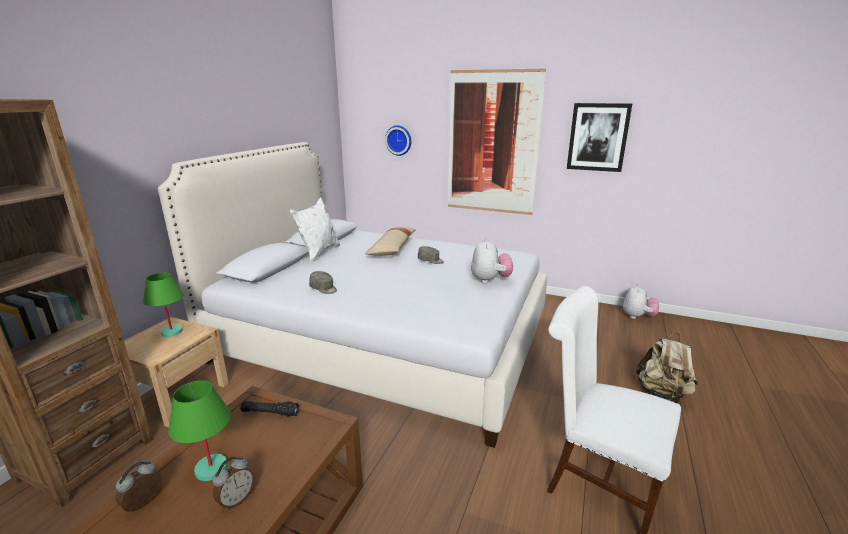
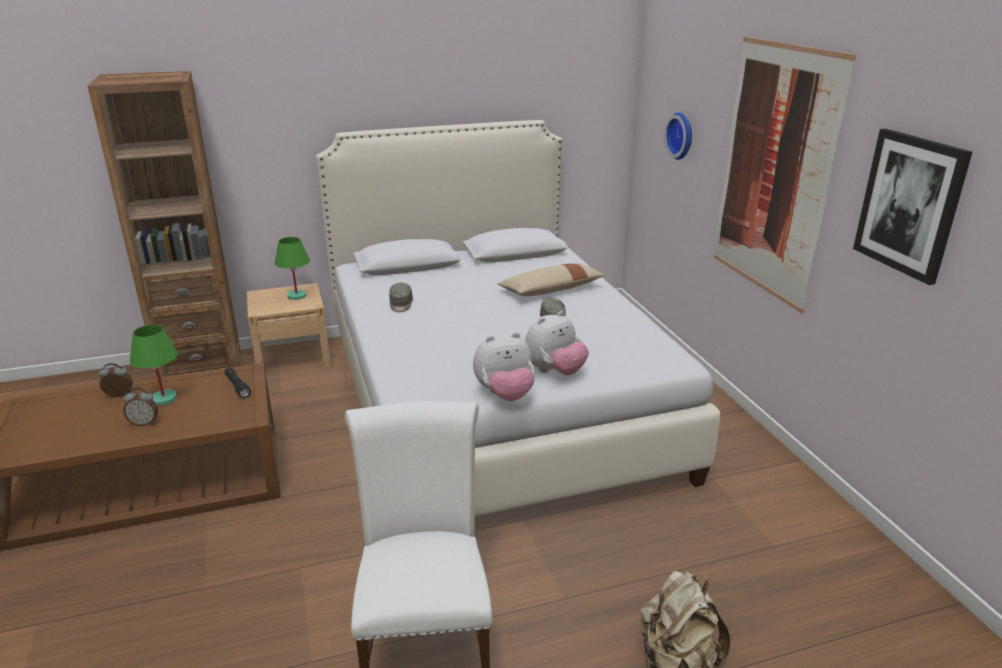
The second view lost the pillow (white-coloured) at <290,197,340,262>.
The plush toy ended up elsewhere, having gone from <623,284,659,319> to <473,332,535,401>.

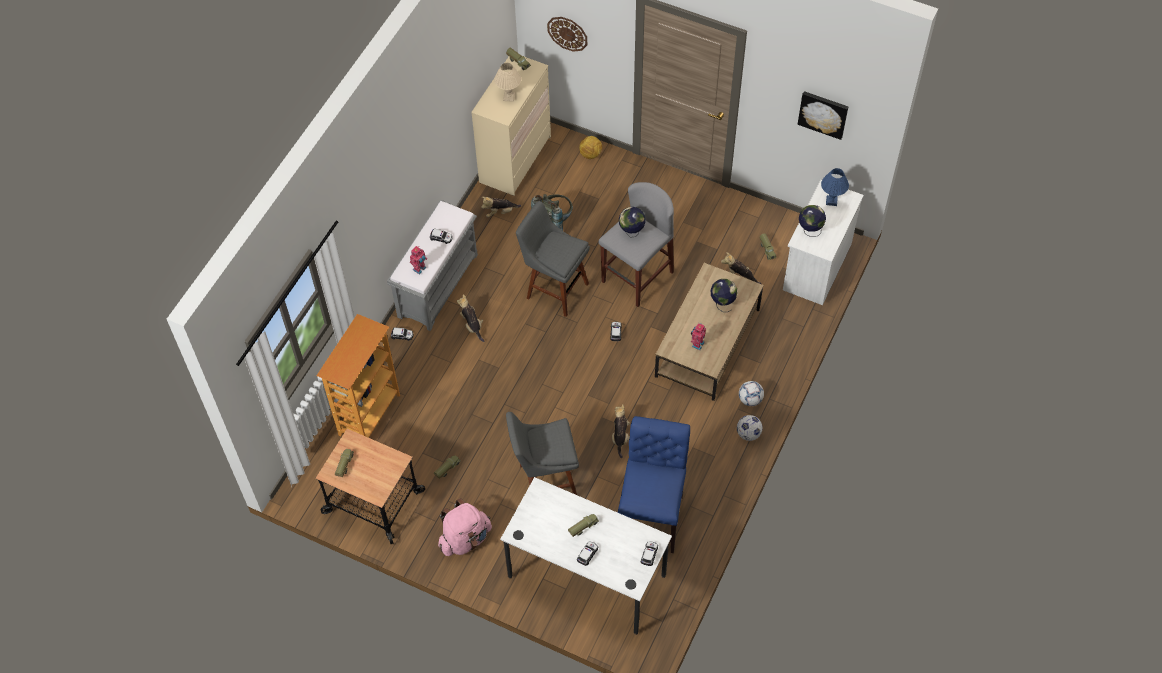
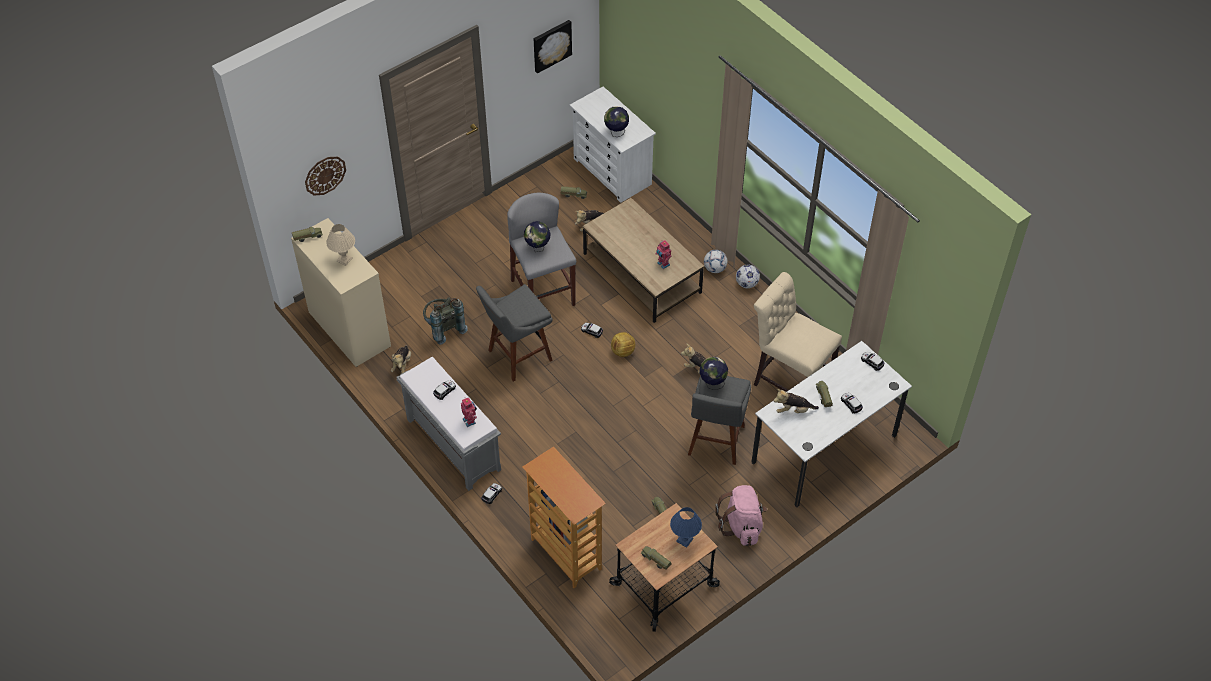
The plush toy ended up elsewhere, having gone from <457,294,484,342> to <774,389,819,413>.
The football ended up elsewhere, having gone from <579,136,602,159> to <611,332,635,357>.
What was the chair (blue) at <618,416,690,553> turned into the chair (beige-coloured) at <754,272,842,392>.
The desk globe ended up elsewhere, having gone from <711,279,737,312> to <700,357,728,390>.
The tabletop lamp (blue) ended up elsewhere, having gone from <821,168,849,206> to <670,507,702,548>.

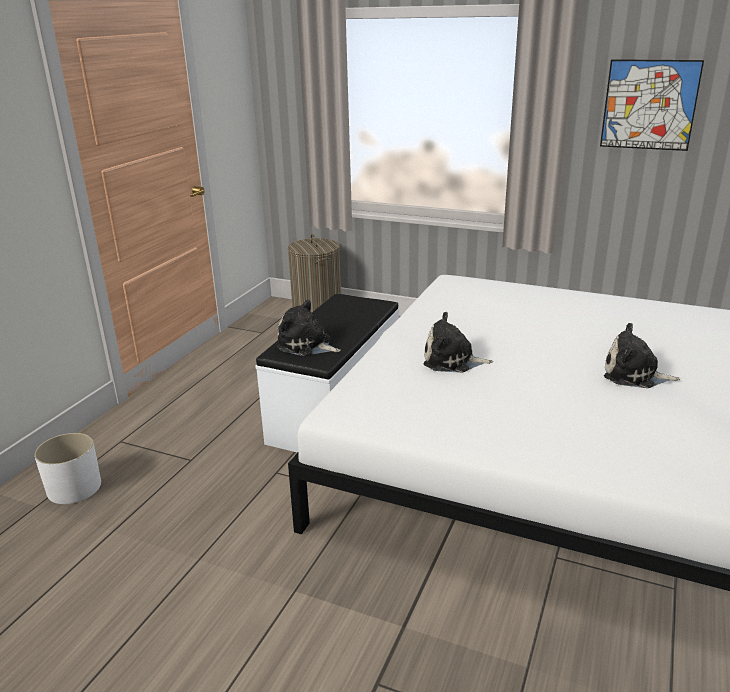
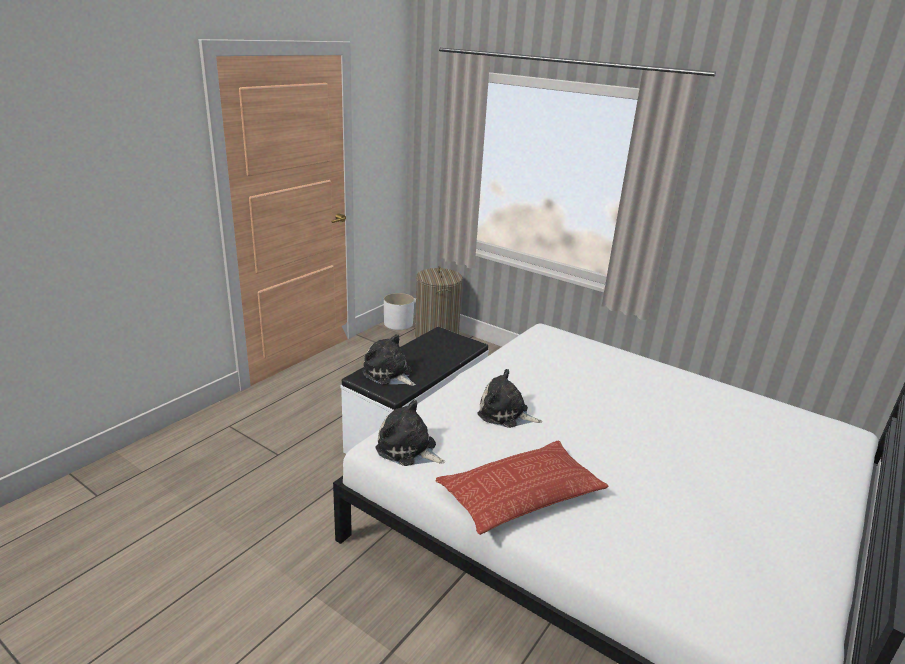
The flower pot (white-coloured) ended up elsewhere, having gone from <34,433,101,504> to <384,293,414,330>.
The second view lost the wall picture at <600,59,704,151>.
The plush toy ended up elsewhere, having gone from <604,323,680,388> to <375,400,445,466>.
The second view gained the pillow at <435,441,609,535>.

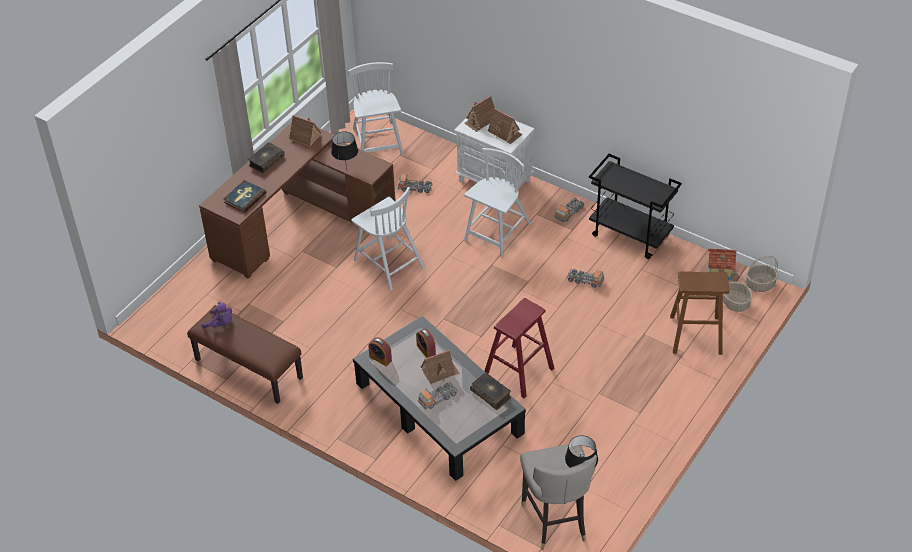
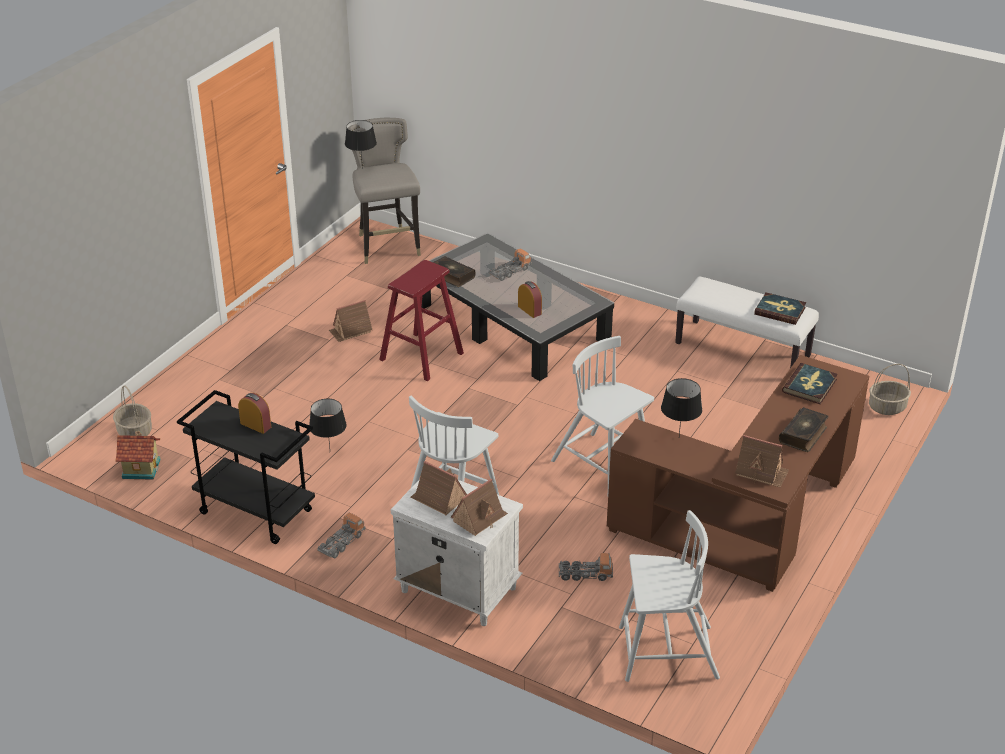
What was the indoor bench (brown-coloured) at <187,305,303,404> turned into the indoor bench (white-coloured) at <675,277,819,368>.
Where the plush toy (purple) stood at <202,302,232,328>, the volume came to stand at <754,292,806,325>.
The chair (white-coloured) at <348,62,404,156> ended up facing another way, 75 degrees counterclockwise from before.
The alarm clock ended up elsewhere, having gone from <368,337,392,366> to <238,393,271,434>.
The toy house ended up elsewhere, having gone from <421,349,460,384> to <329,300,372,342>.
Where the model truck stood at <566,269,604,288>, the tabletop lamp (black) came to stand at <309,399,347,448>.
The second view lost the stool seat (brown-coloured) at <670,271,729,355>.
The storage basket ended up elsewhere, having gone from <746,256,778,292> to <869,364,911,415>.

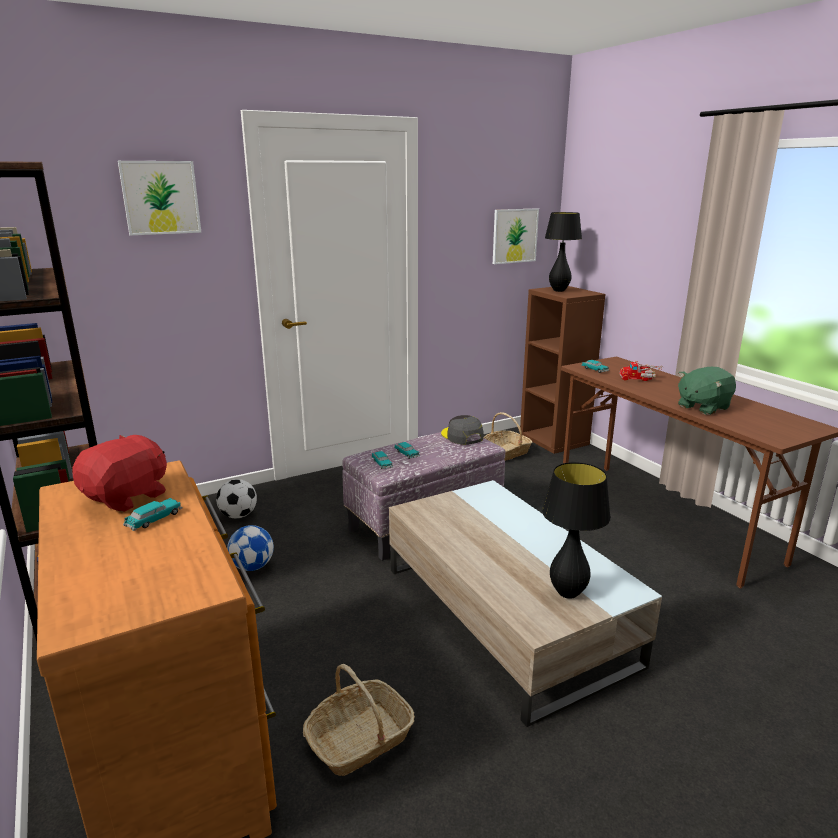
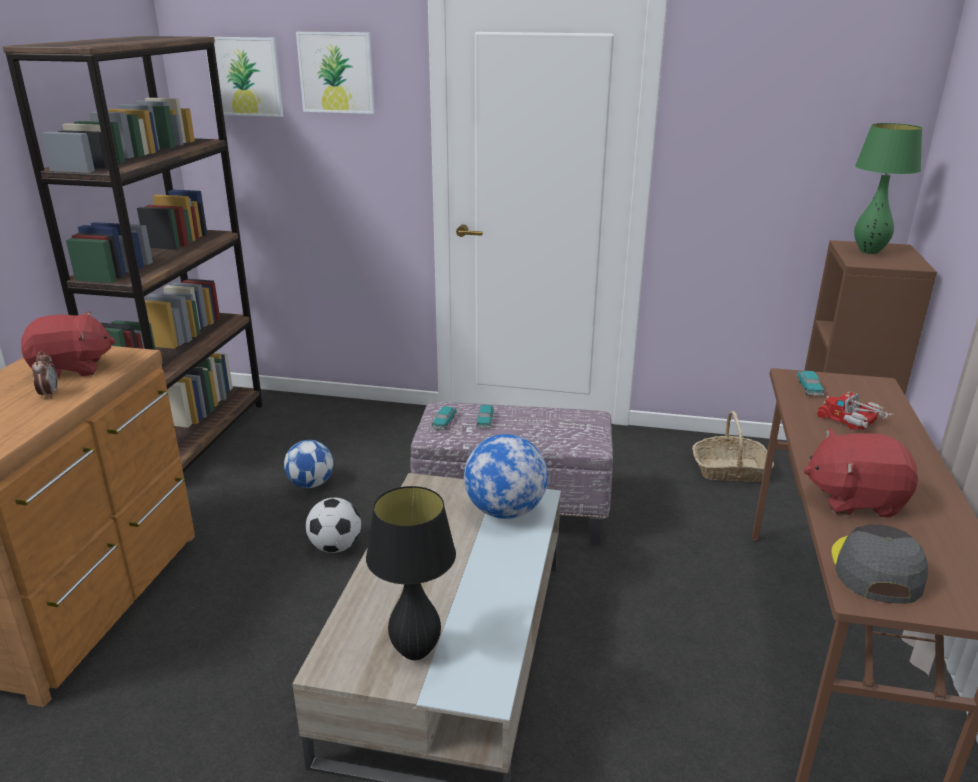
Where the toy car stood at <123,498,183,531>, the alarm clock came to stand at <32,351,58,399>.
The football ended up elsewhere, having gone from <216,479,257,518> to <306,498,361,553>.
The second view lost the storage basket at <303,664,415,776>.
The cap (gray) ended up elsewhere, having gone from <441,415,483,445> to <831,524,928,604>.
The wall picture ended up elsewhere, having gone from <493,208,539,264> to <206,37,283,117>.
What was the tabletop lamp (black) at <545,212,582,292> turned into the tabletop lamp (green-coloured) at <854,123,922,254>.
What was the plush toy (green-coloured) at <678,367,736,415> turned into the plush toy (red) at <804,428,918,518>.
The second view gained the desk globe at <464,434,548,519>.

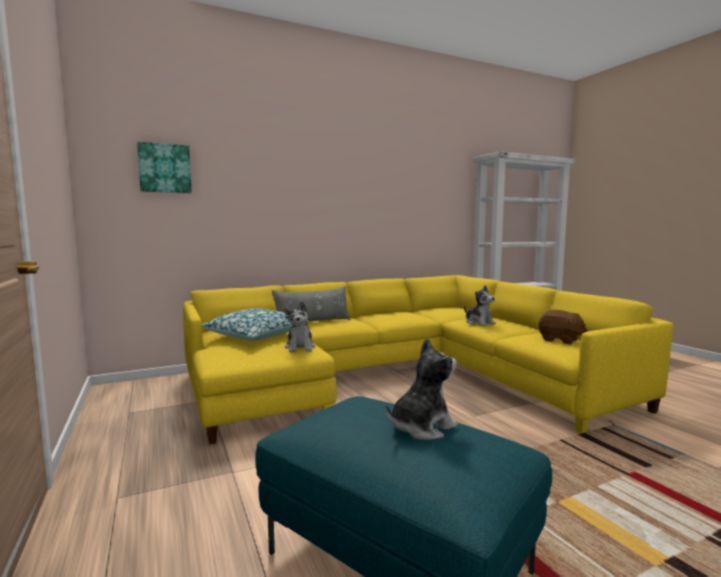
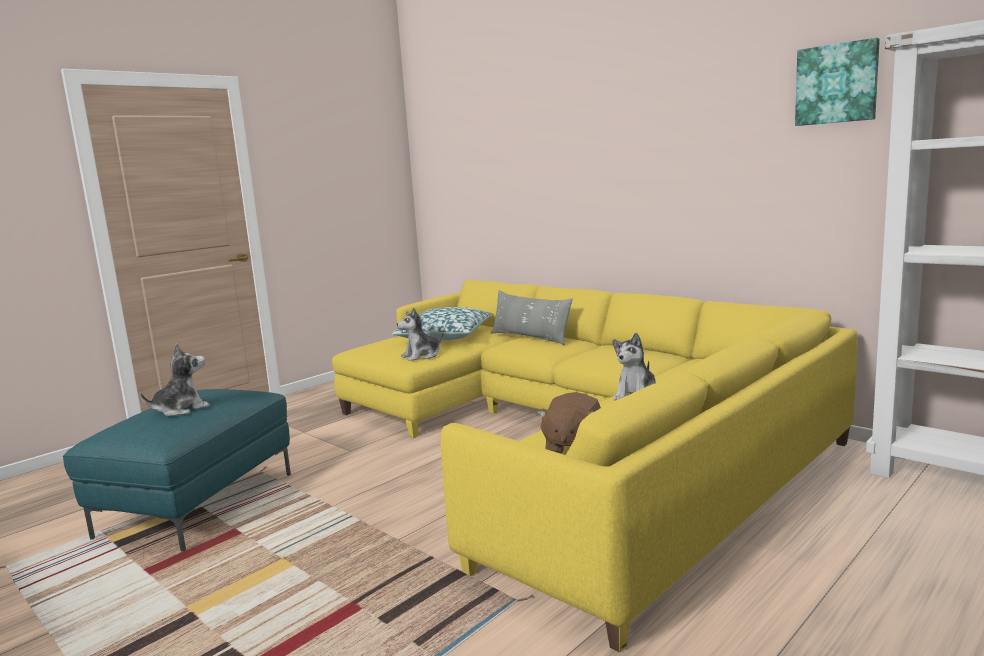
The wall picture ended up elsewhere, having gone from <137,142,192,193> to <795,38,880,126>.
The plush toy at <385,338,458,440> ended up facing another way, 75 degrees counterclockwise from before.

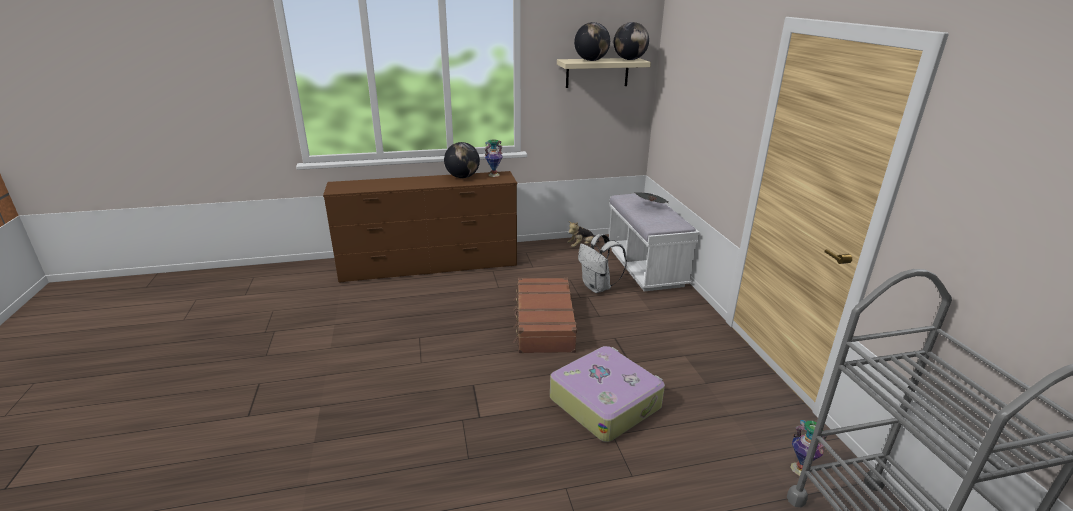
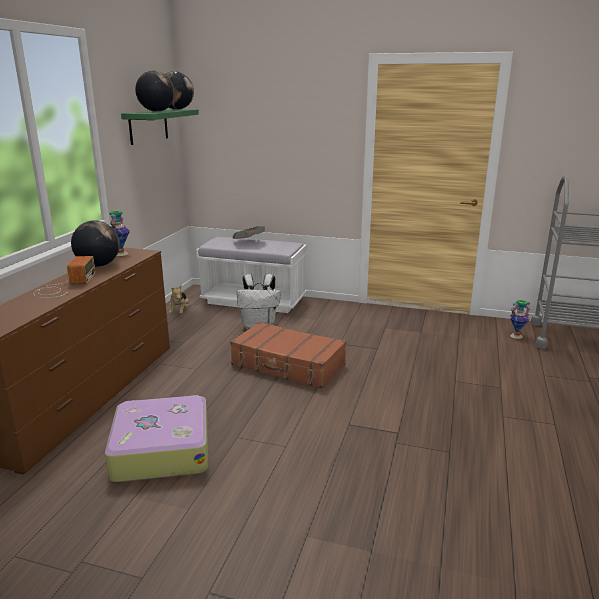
The piece of luggage ended up elsewhere, having gone from <550,346,665,442> to <105,395,208,482>.
What was the shelf (beige-coloured) at <557,58,651,88> turned into the shelf (green-coloured) at <121,109,199,145>.
The second view gained the radio receiver at <34,256,96,298>.

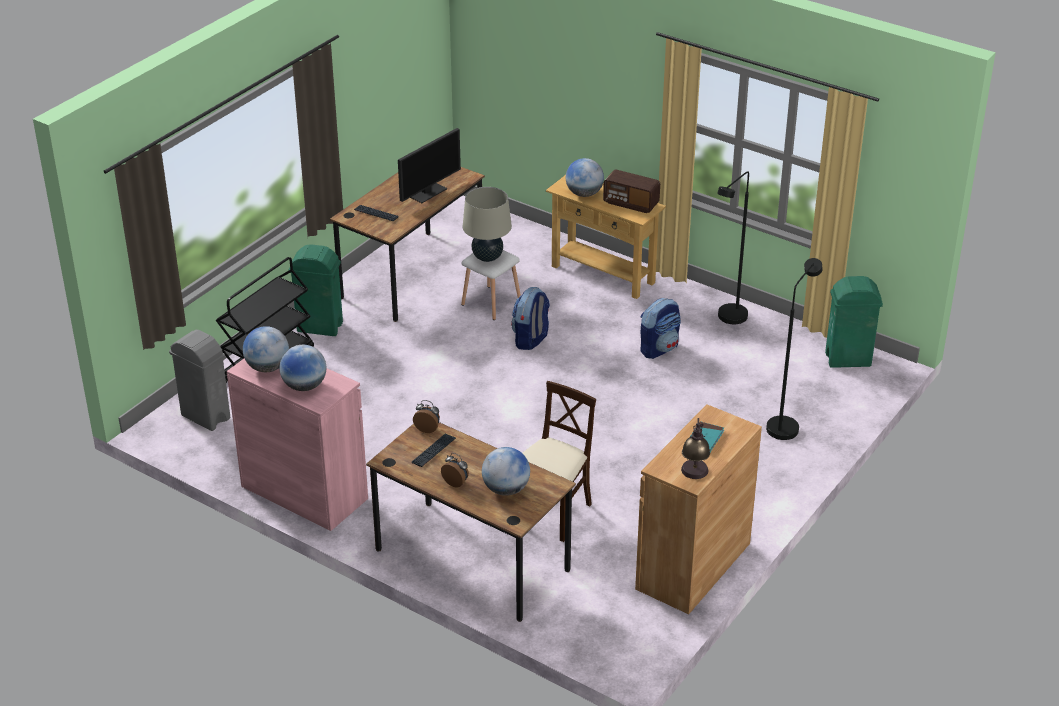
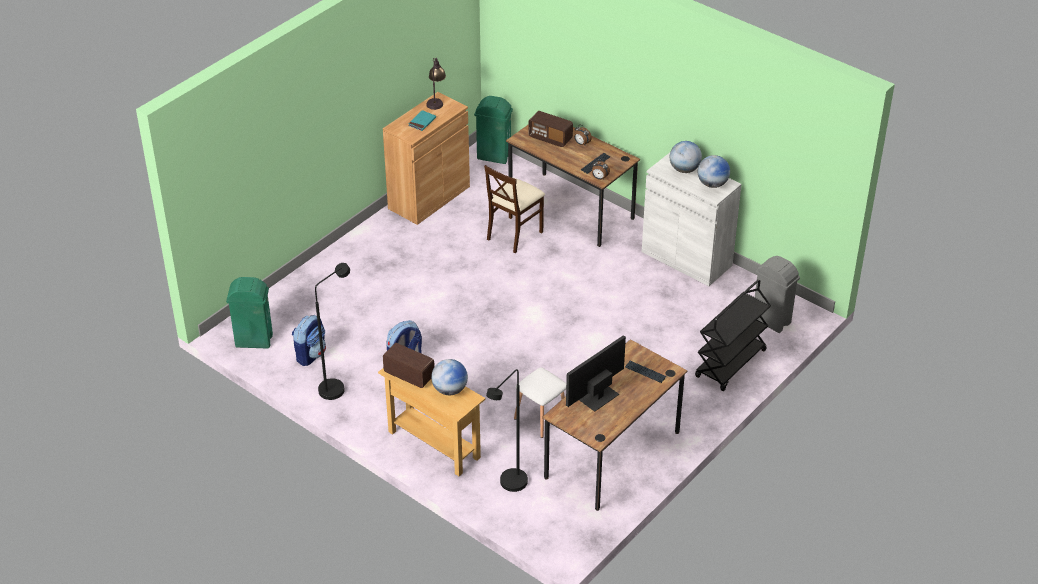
What was the storage cabinet (pinkish) at <227,358,368,531> turned into the storage cabinet (white-coloured) at <642,153,742,286>.
The rubbish bin (green-coloured) ended up elsewhere, having gone from <288,244,343,336> to <474,96,513,164>.
The second view lost the tabletop lamp (beige-coloured) at <463,187,512,262>.
Where the desk globe stood at <482,447,530,496>, the radio receiver came to stand at <528,111,573,147>.
The rucksack ended up elsewhere, having gone from <511,287,550,350> to <292,315,326,366>.
The standing lamp (black) ended up elsewhere, having gone from <766,258,823,440> to <486,369,528,492>.

